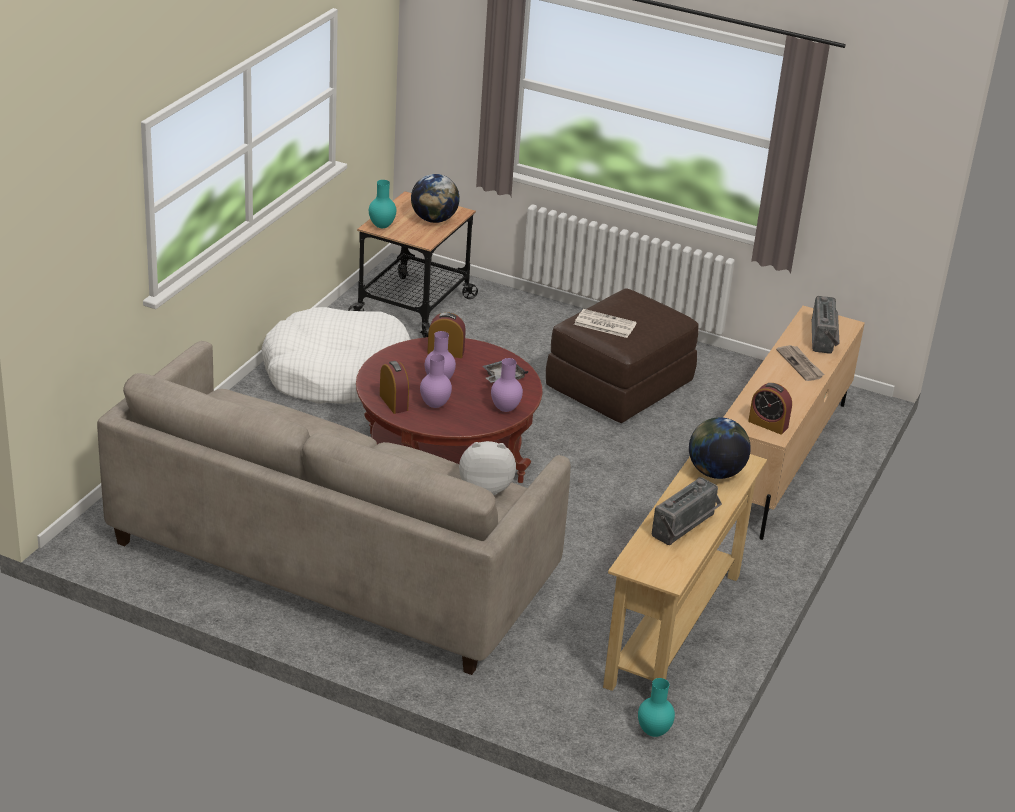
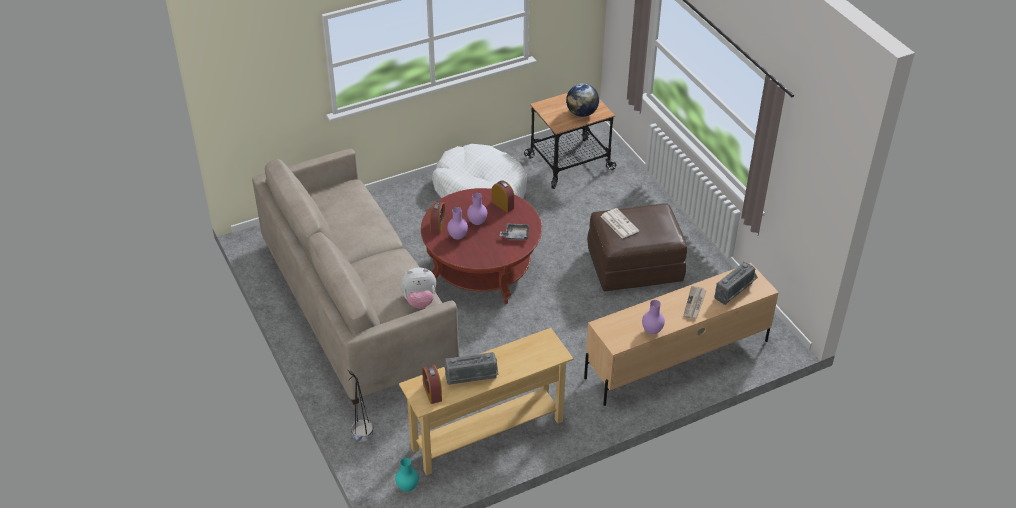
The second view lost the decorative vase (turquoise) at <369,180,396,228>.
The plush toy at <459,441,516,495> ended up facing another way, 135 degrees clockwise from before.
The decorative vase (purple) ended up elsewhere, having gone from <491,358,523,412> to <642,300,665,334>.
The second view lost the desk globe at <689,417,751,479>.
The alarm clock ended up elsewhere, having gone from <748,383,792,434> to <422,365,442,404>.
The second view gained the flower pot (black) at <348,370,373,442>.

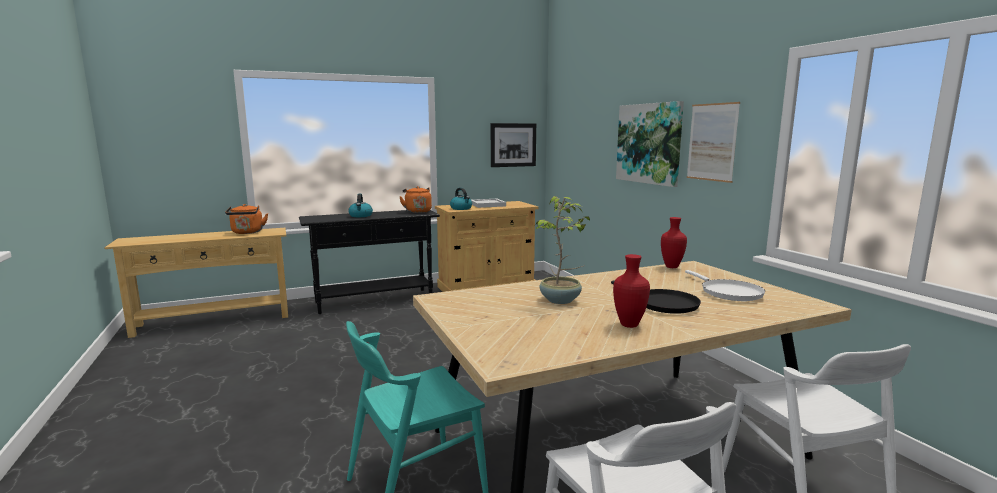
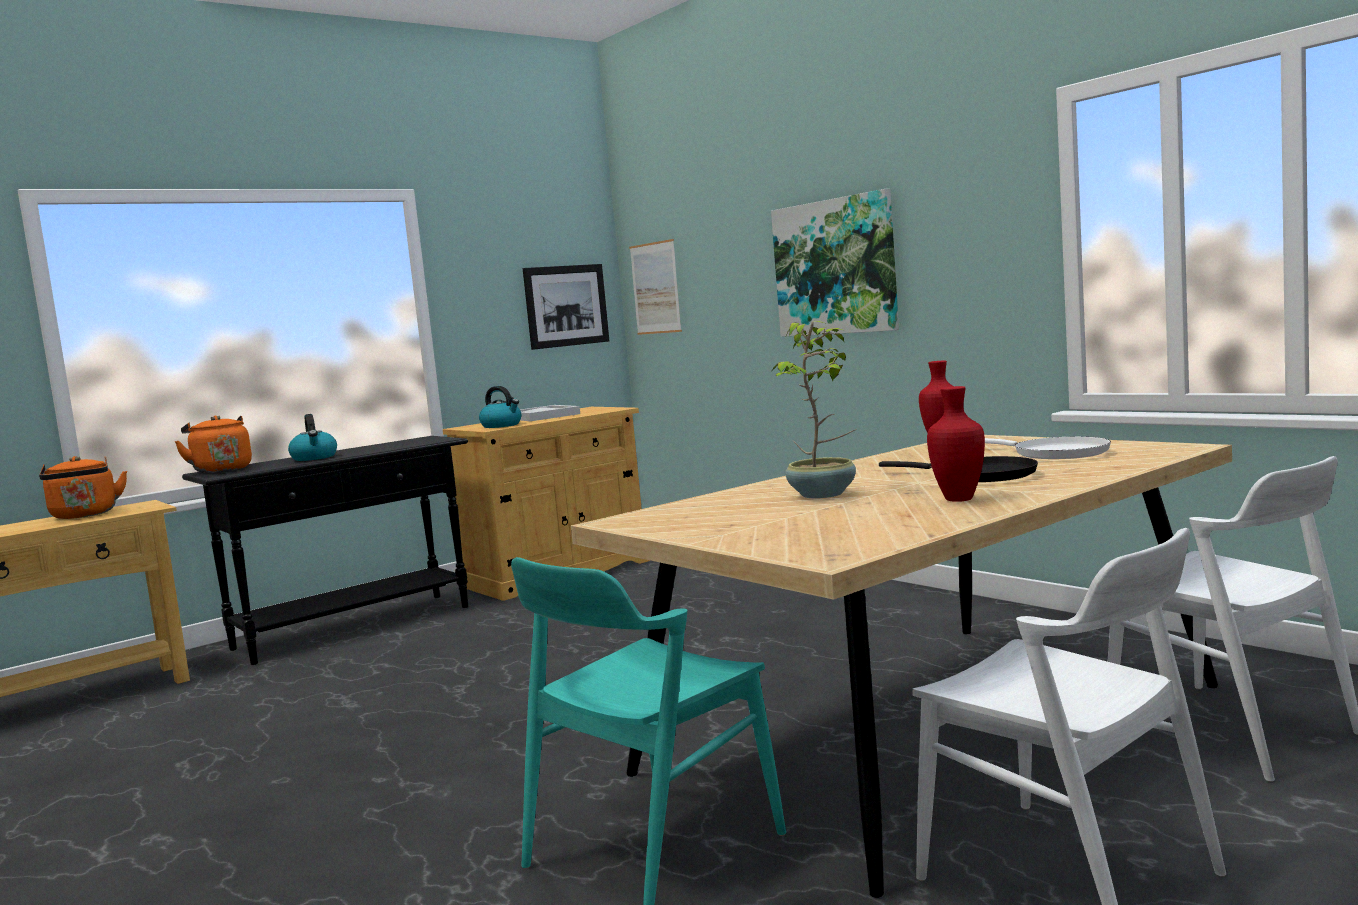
The tea kettle (orange-coloured) ended up elsewhere, having gone from <399,186,432,213> to <174,415,252,473>.
The wall picture ended up elsewhere, having gone from <687,102,740,183> to <629,239,682,335>.

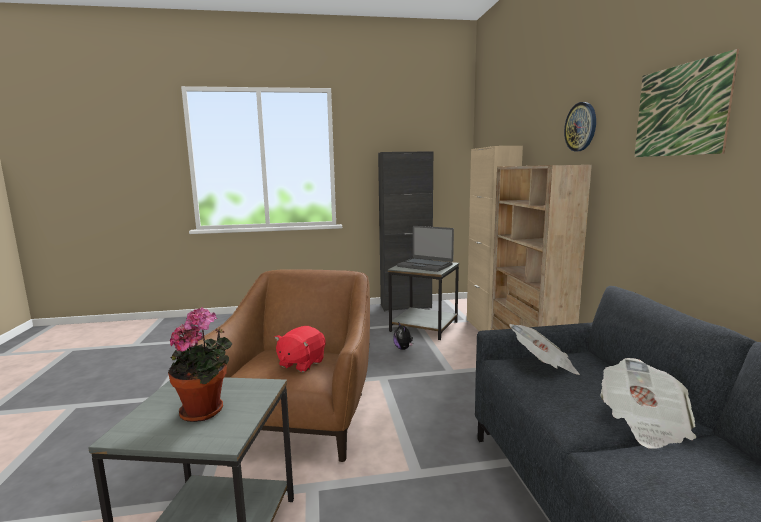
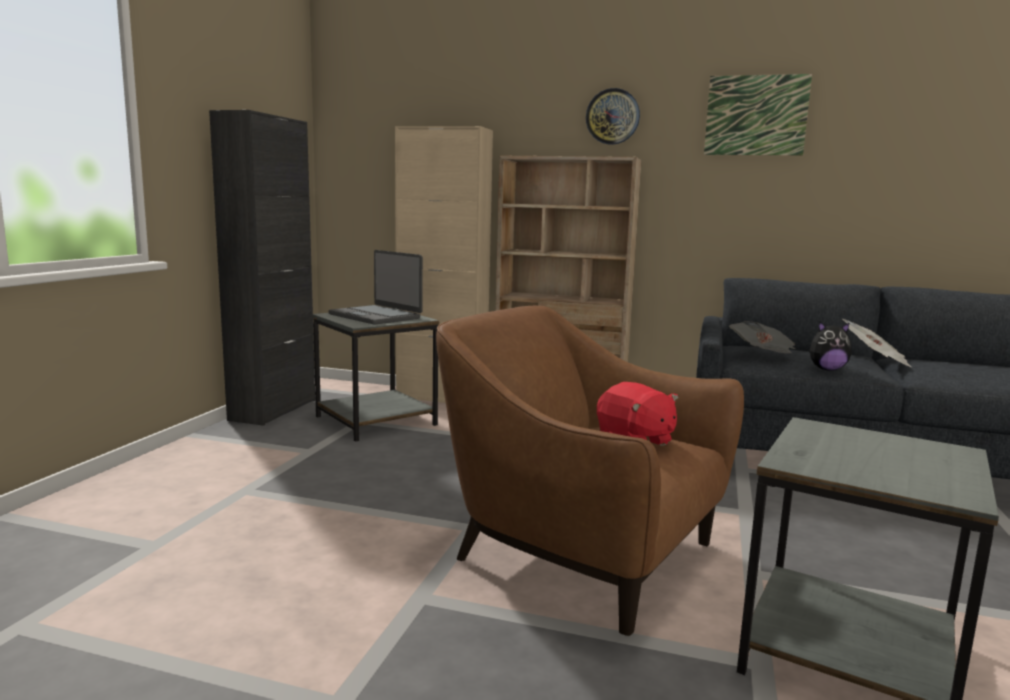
The second view lost the potted plant at <168,307,233,422>.
The plush toy ended up elsewhere, having gone from <393,322,413,350> to <809,322,852,370>.
The notebook computer at <397,226,454,272> ended up facing another way, 75 degrees clockwise from before.

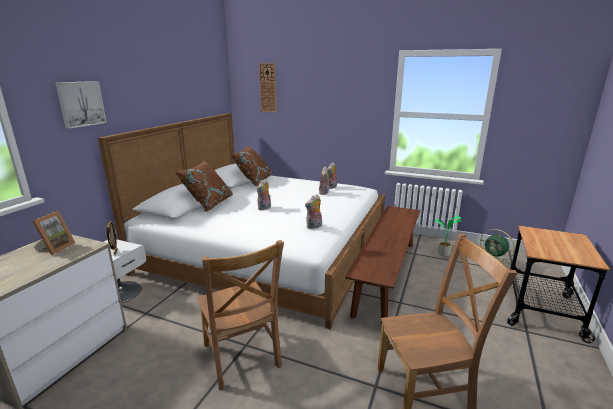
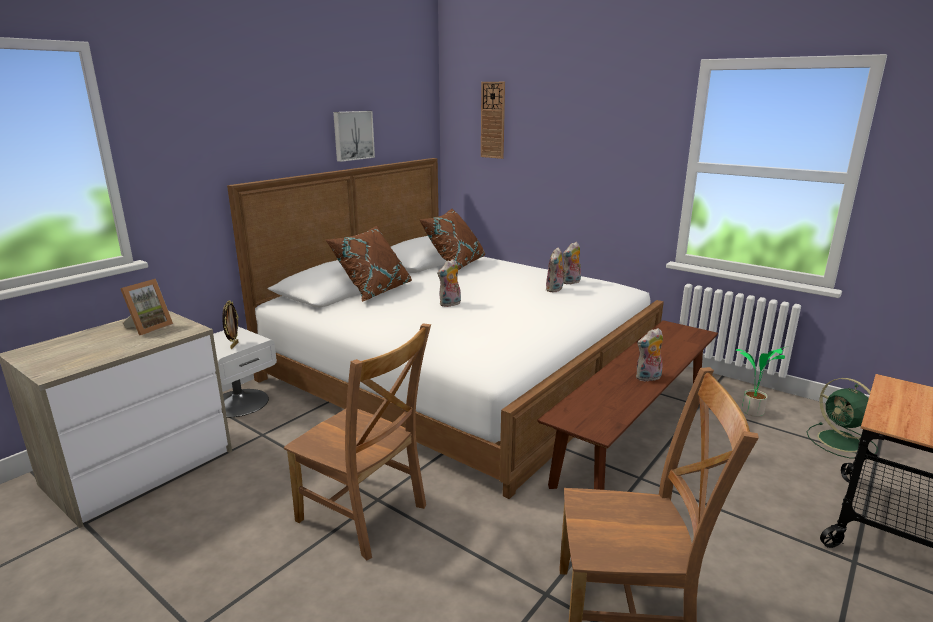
The wall picture ended up elsewhere, having gone from <55,81,107,129> to <333,111,375,162>.
The chair (brown-coloured) at <197,240,284,390> ended up facing another way, 45 degrees counterclockwise from before.
The plush toy ended up elsewhere, having gone from <305,194,322,229> to <636,328,663,382>.

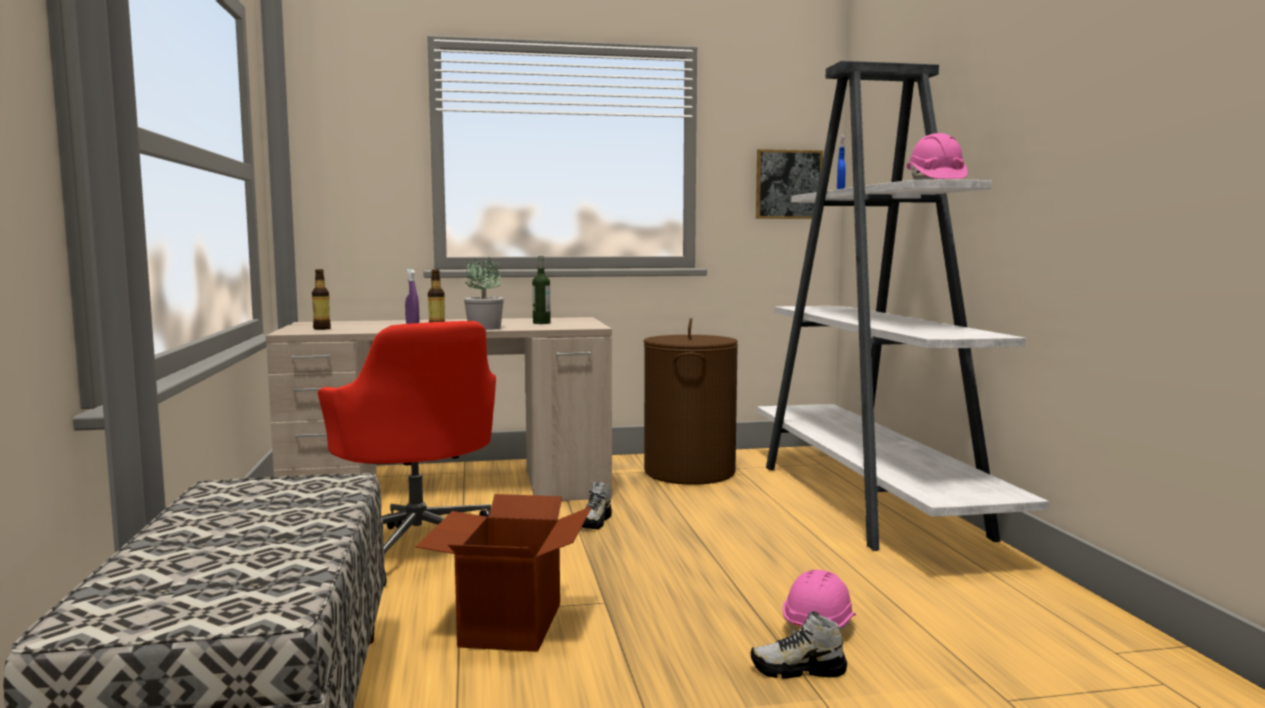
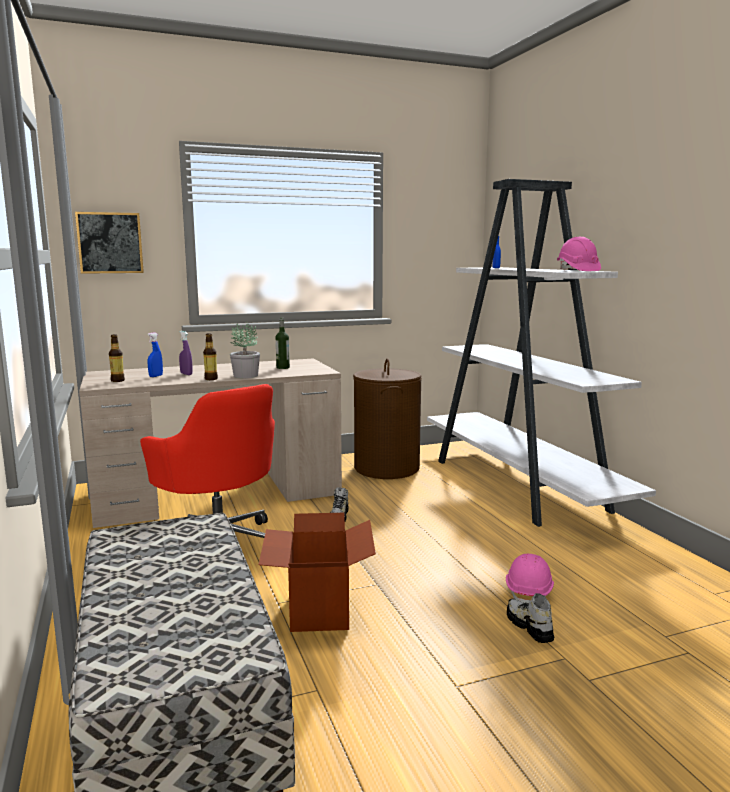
The low shoe at <751,611,847,678> ended up facing another way, 75 degrees clockwise from before.
The wall picture ended up elsewhere, having gone from <756,149,823,219> to <75,212,144,274>.
The second view gained the sprayer (blue) at <147,332,163,377>.

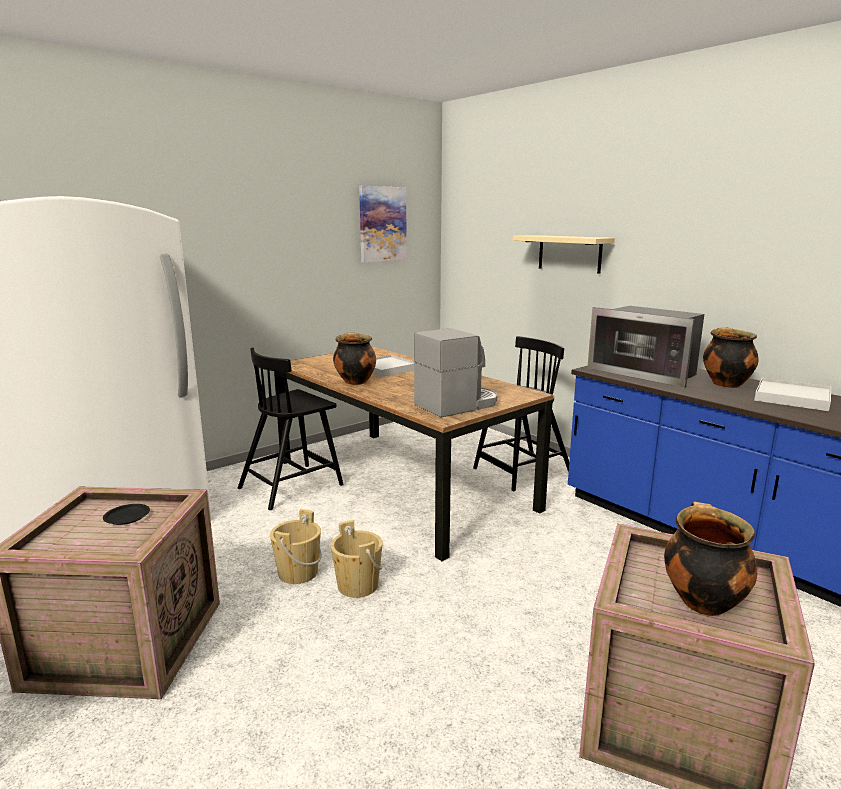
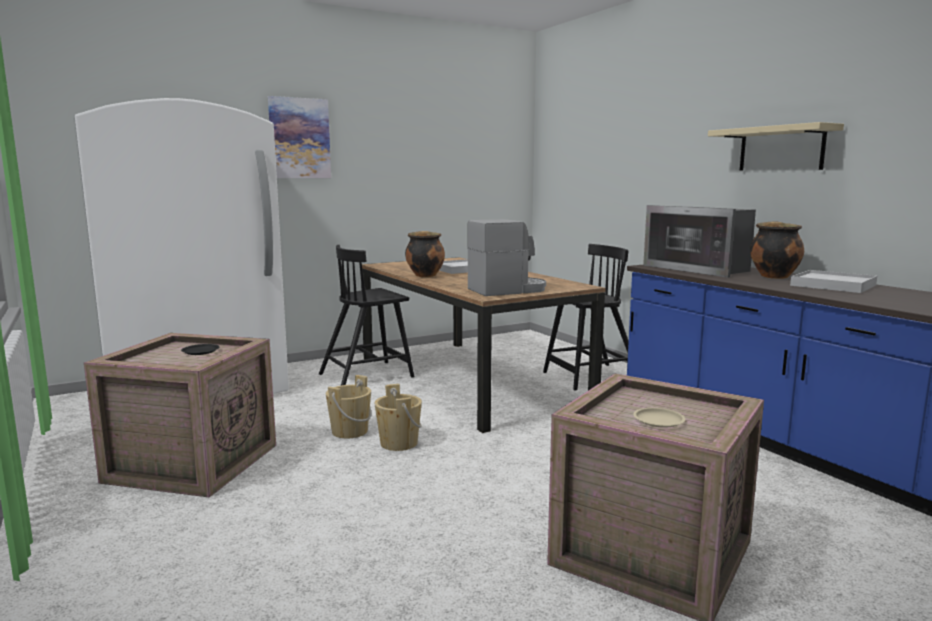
The wall picture ended up elsewhere, having gone from <359,186,407,262> to <268,96,331,178>.
The shelf (beige-coloured) ended up elsewhere, having gone from <513,235,615,274> to <708,122,844,171>.
Where the saucepot stood at <664,502,757,616>, the dinner plate (beige-coloured) came to stand at <633,408,685,428>.

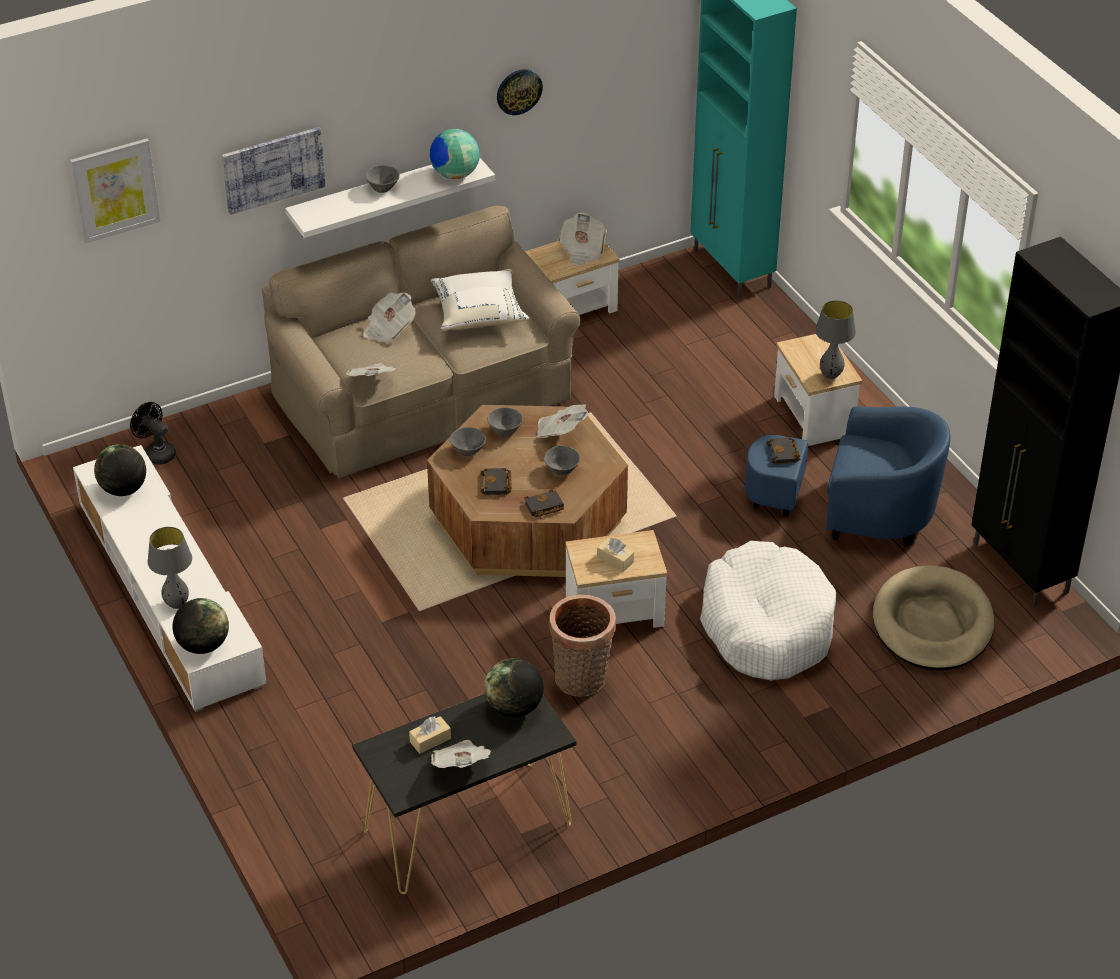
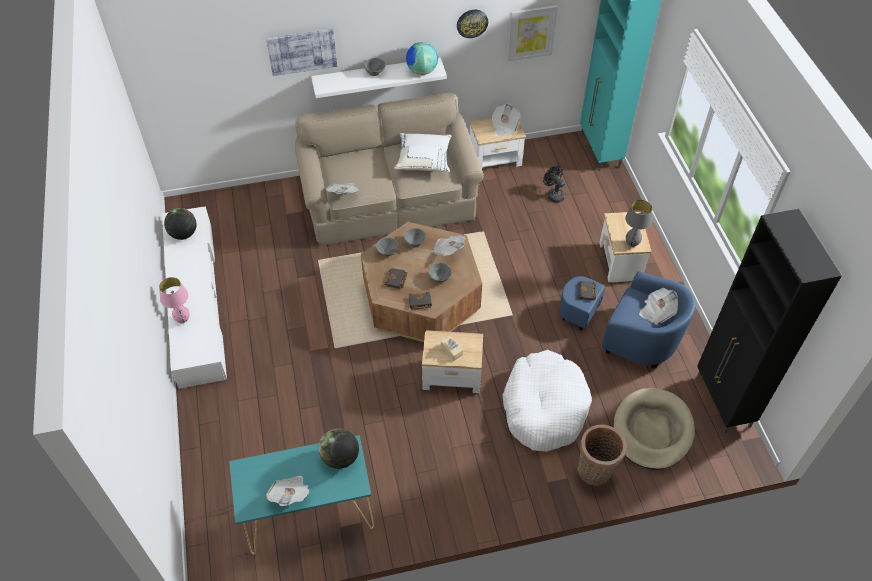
The wall picture ended up elsewhere, having gone from <70,139,160,244> to <507,5,558,61>.
The cooling fan (black) ended up elsewhere, having gone from <130,402,176,465> to <543,166,565,203>.
What was the tabletop lamp (gray) at <148,527,192,609> turned into the tabletop lamp (pinkish) at <159,277,190,323>.
The second view lost the desk globe at <173,598,229,654>.
What was the narrow table (black) at <352,694,576,894> turned into the narrow table (turquoise) at <229,435,374,555>.
The printed paper ended up elsewhere, having gone from <363,293,416,343> to <639,288,678,325>.
The second view lost the box of tissues (beige-coloured) at <409,716,451,754>.
The storage basket ended up elsewhere, having gone from <549,594,616,697> to <578,424,627,486>.

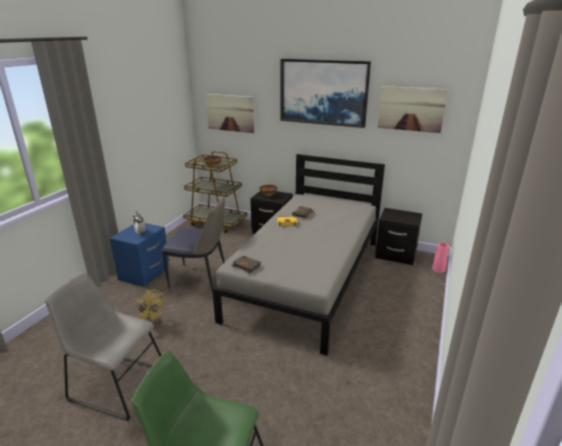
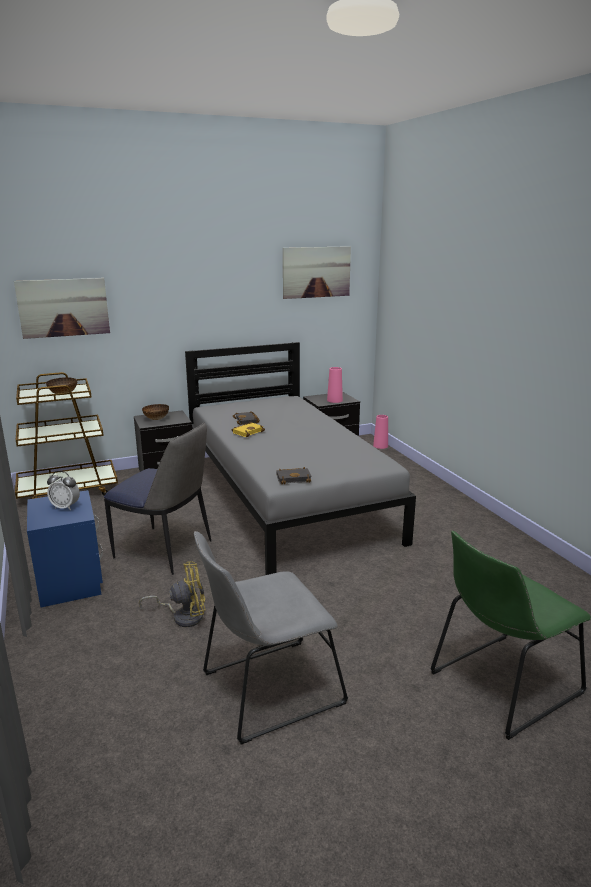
The chair at <162,196,225,289> ended up facing another way, 60 degrees clockwise from before.
The second view lost the wall picture at <281,59,371,128>.
The second view gained the decorative vase (pinkish) at <327,367,343,403>.

